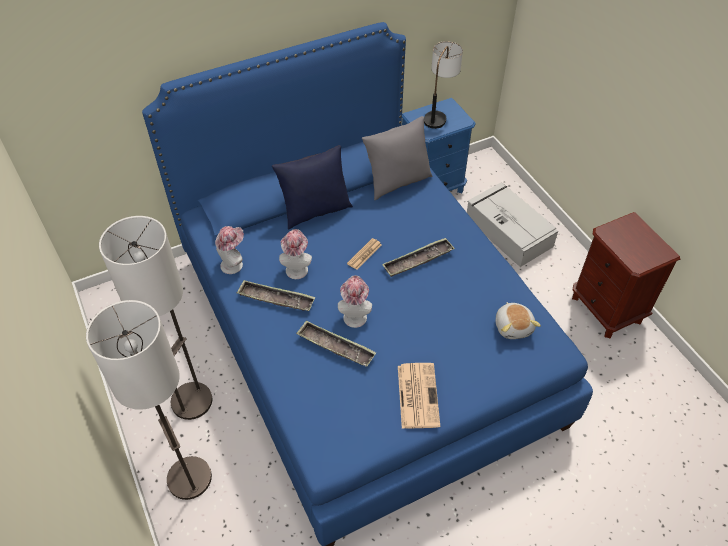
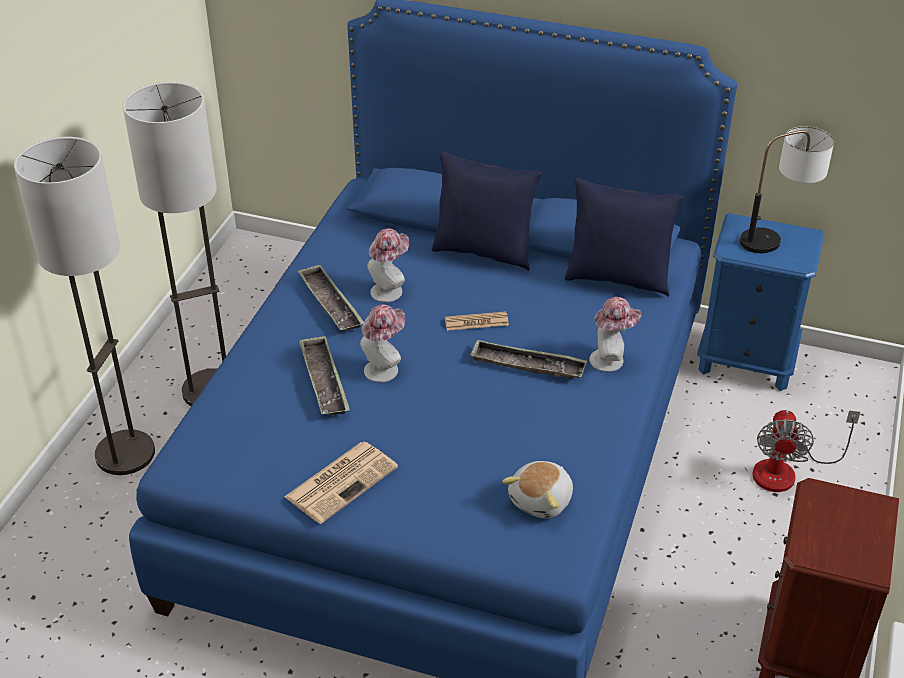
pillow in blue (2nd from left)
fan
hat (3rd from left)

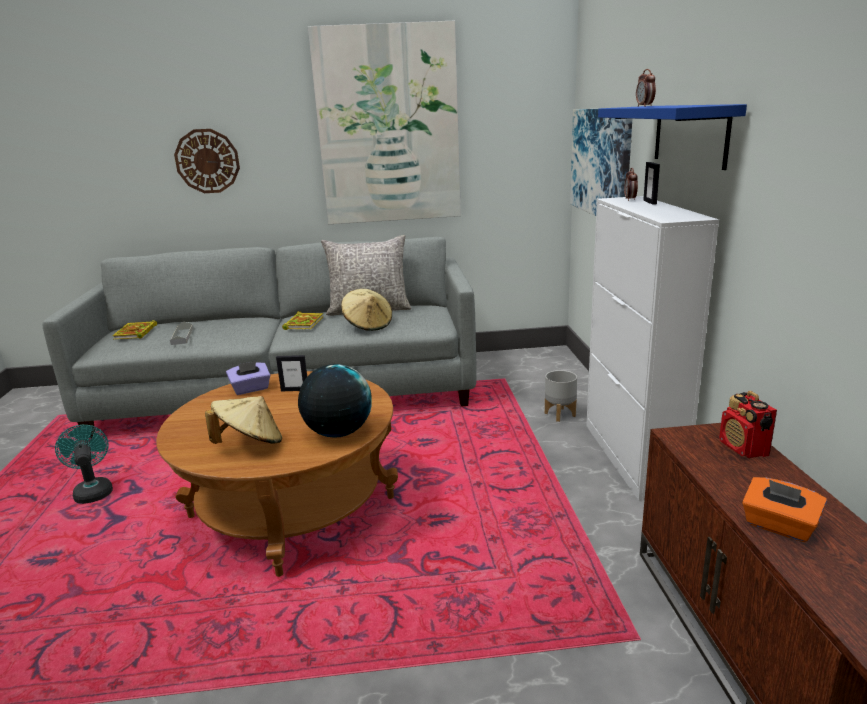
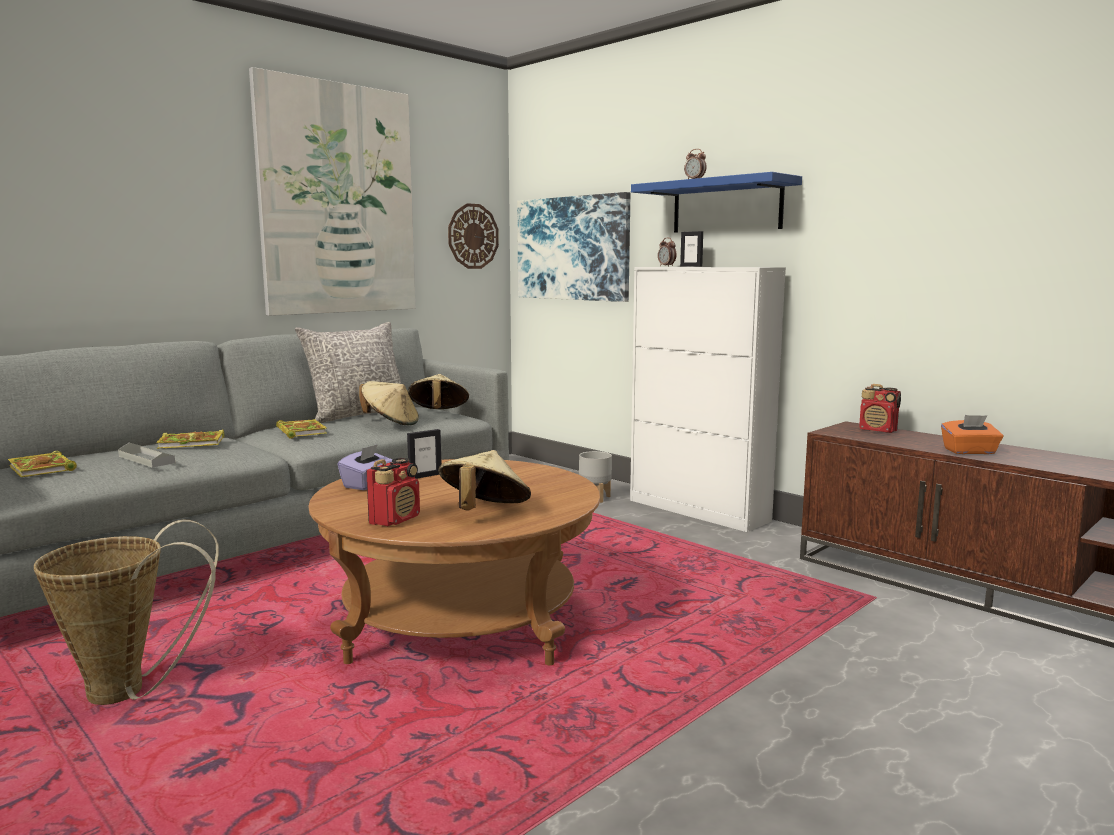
wall clock
globe
basket
hat in beige (2nd from left)
book (2nd from left)
radio (1st from left)

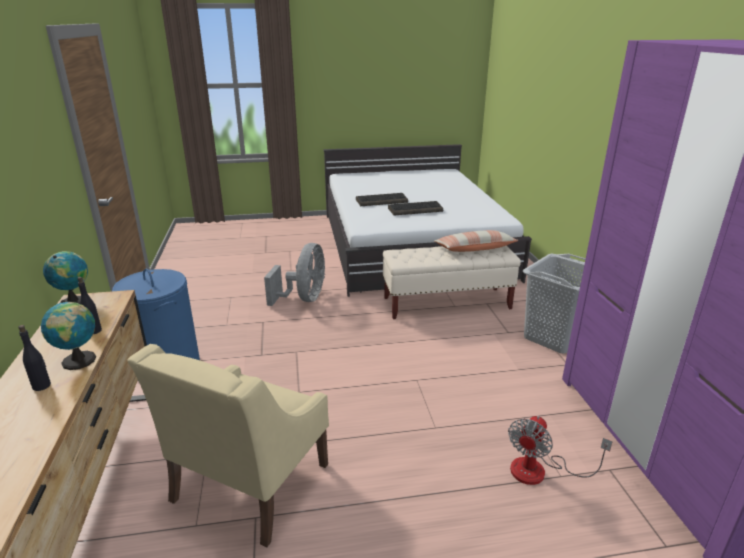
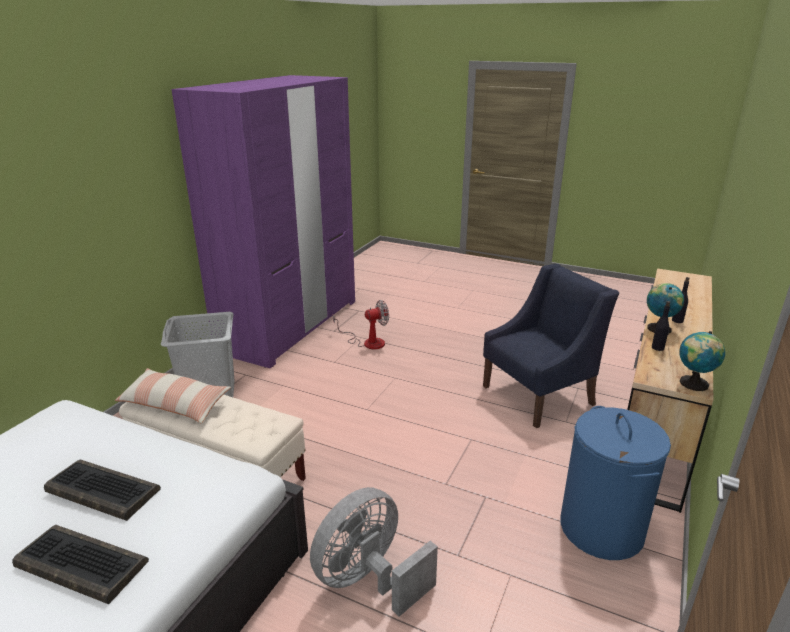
armchair in blue

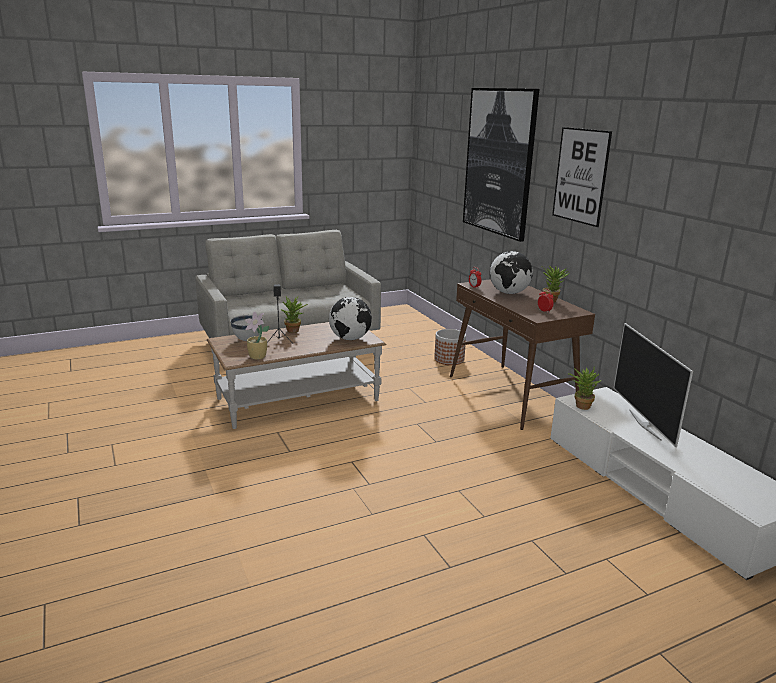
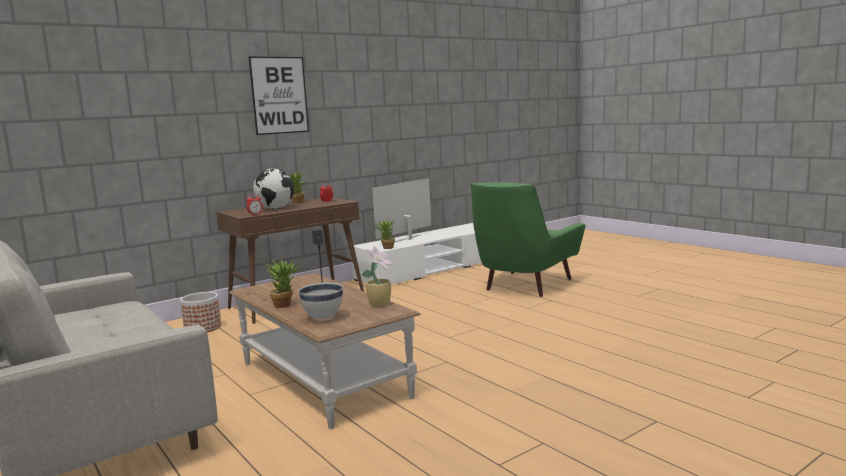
picture (1st from left in the first image)
globe (1st from left in the first image)
television
armchair in green

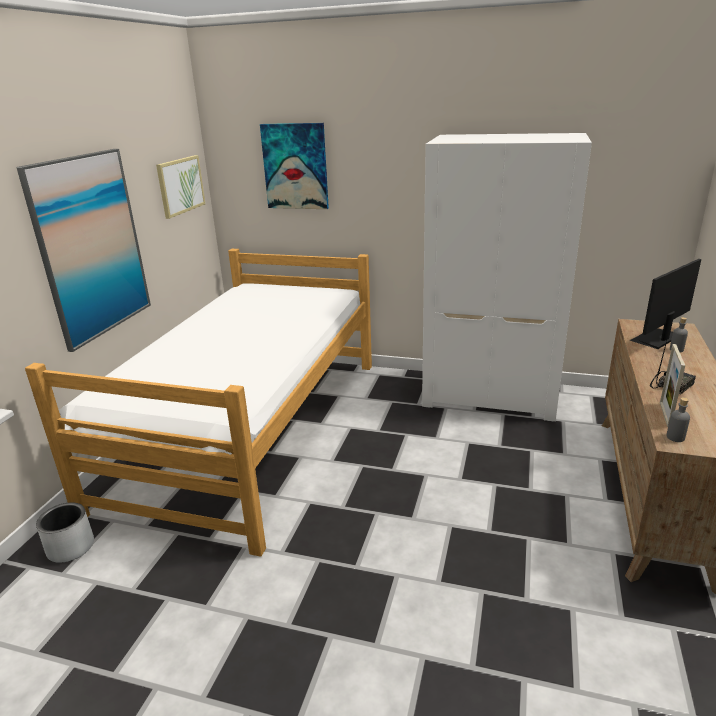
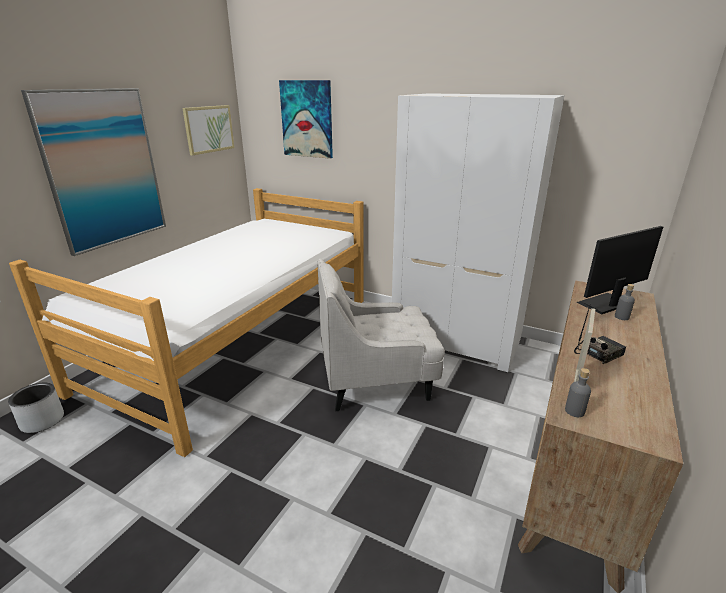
armchair in white

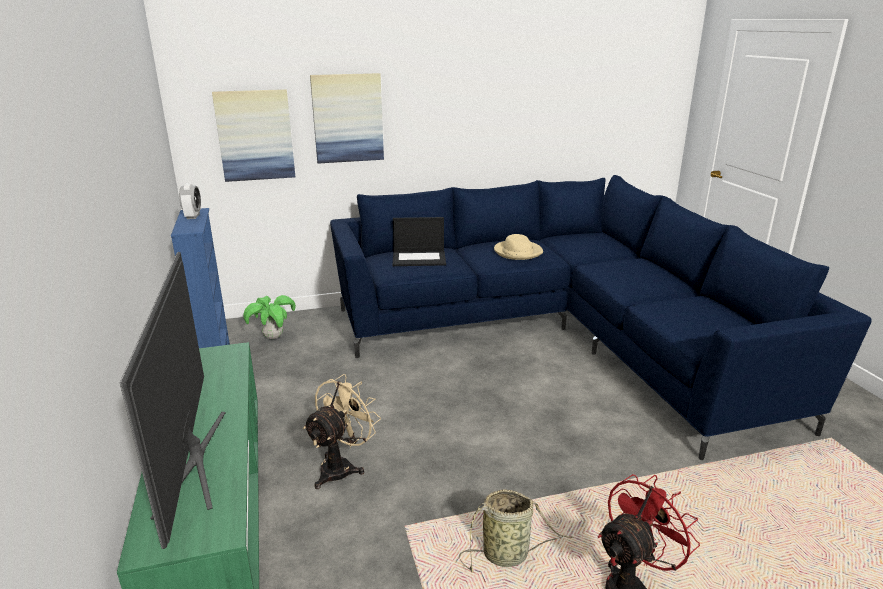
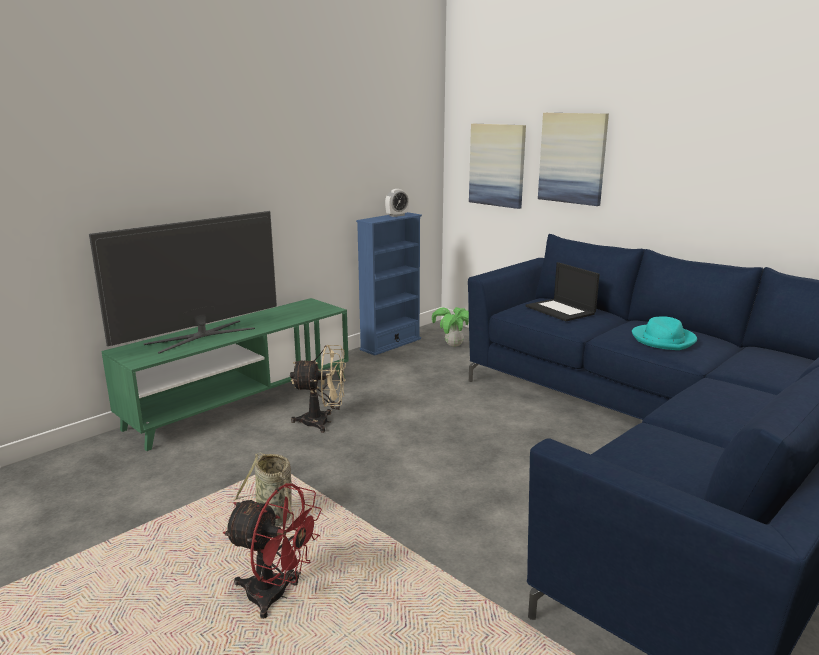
hat in turquoise

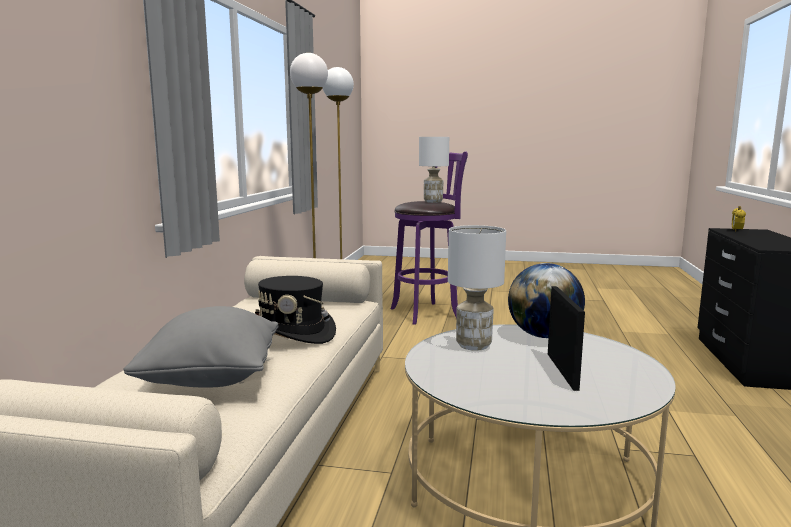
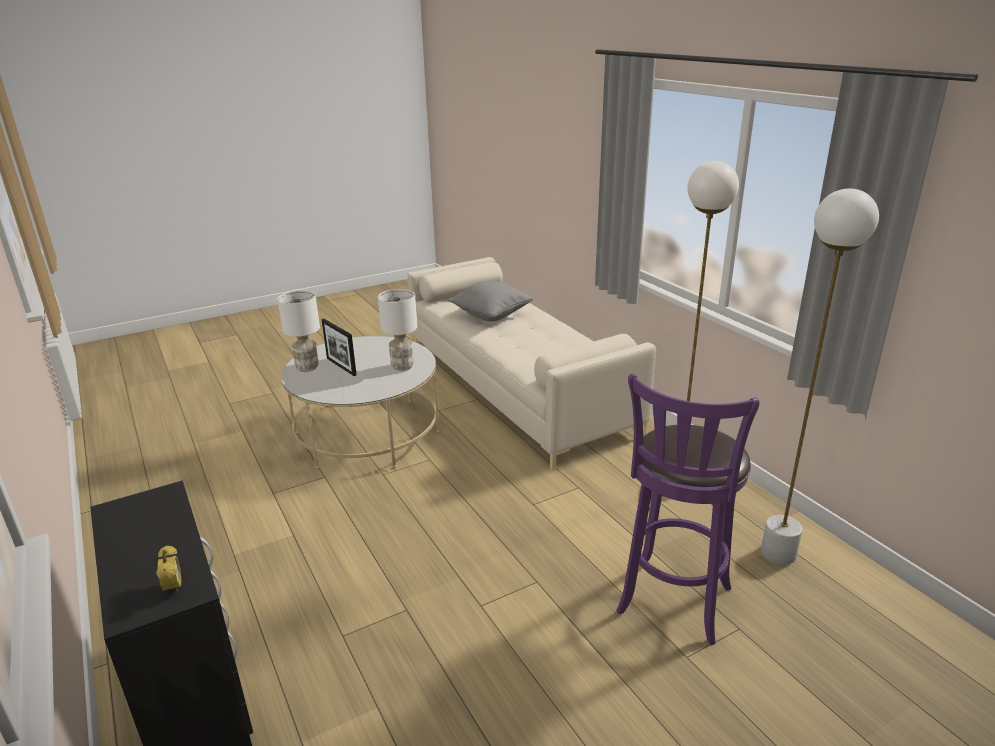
table lamp in white (1st from left)
globe
hat in black

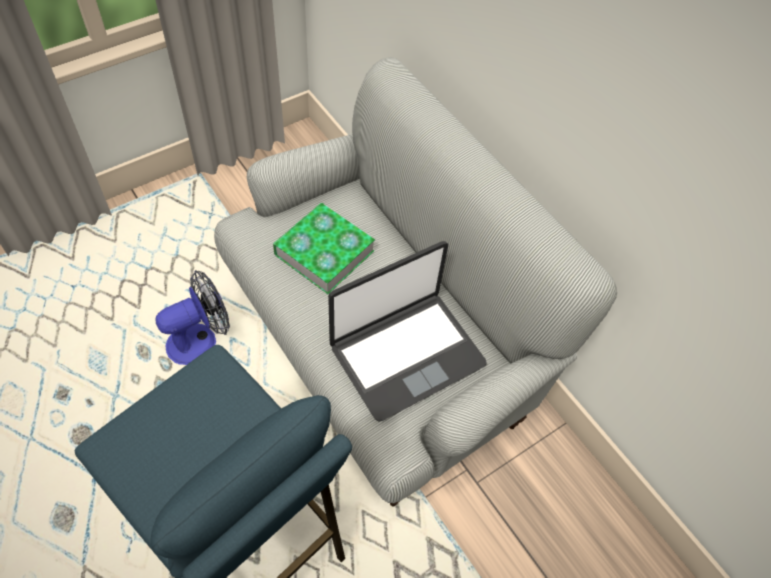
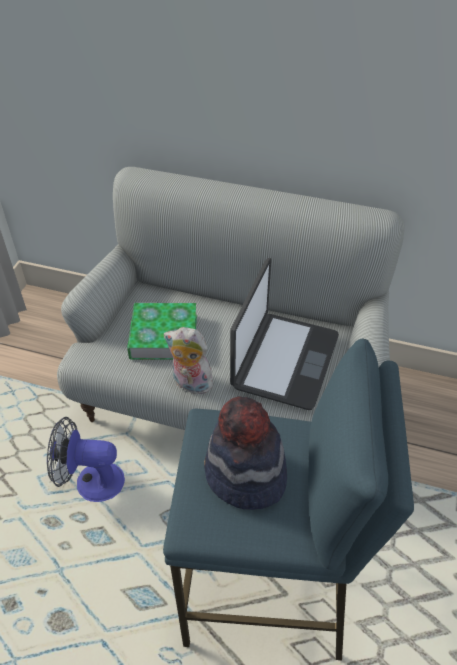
fan
plush toy
hat

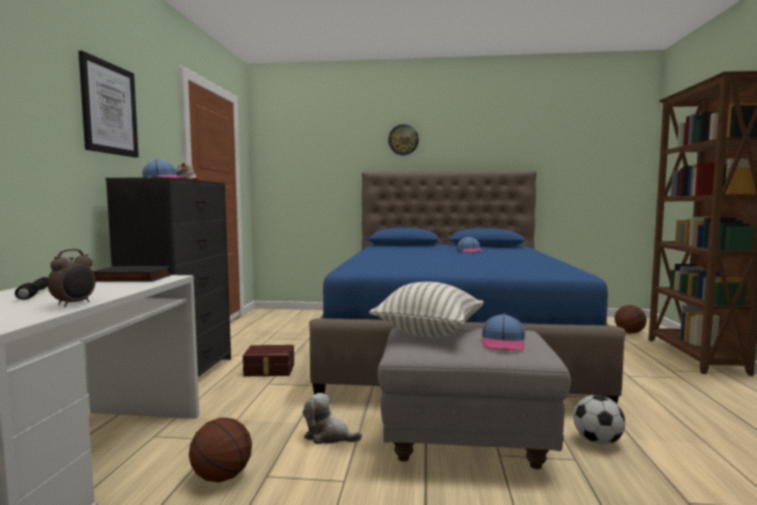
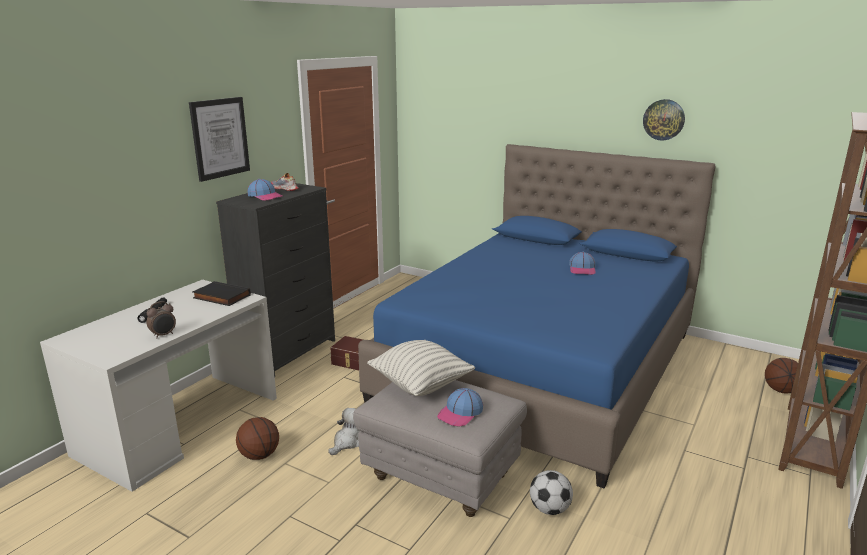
wall clock
plush toy

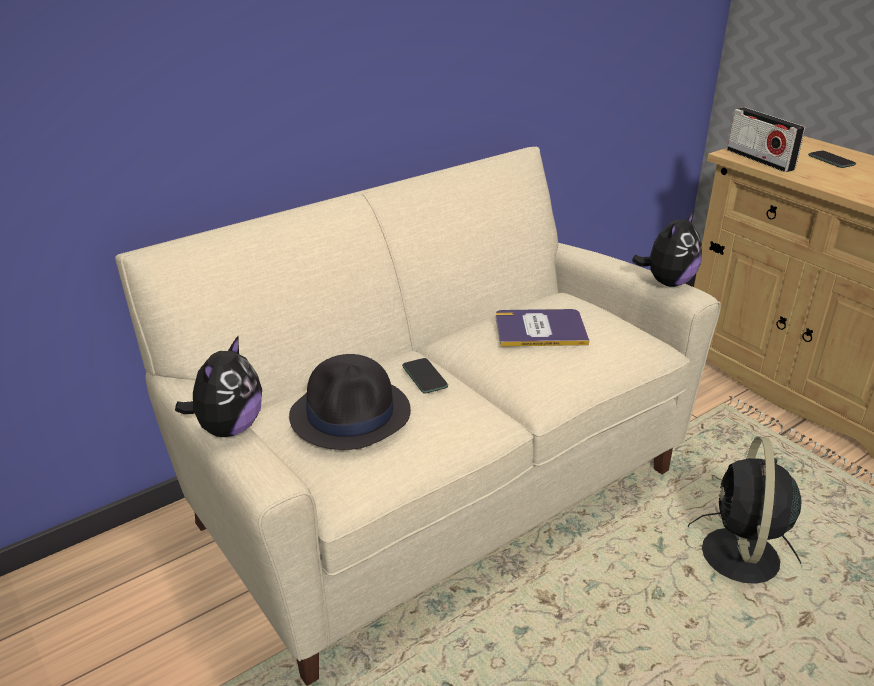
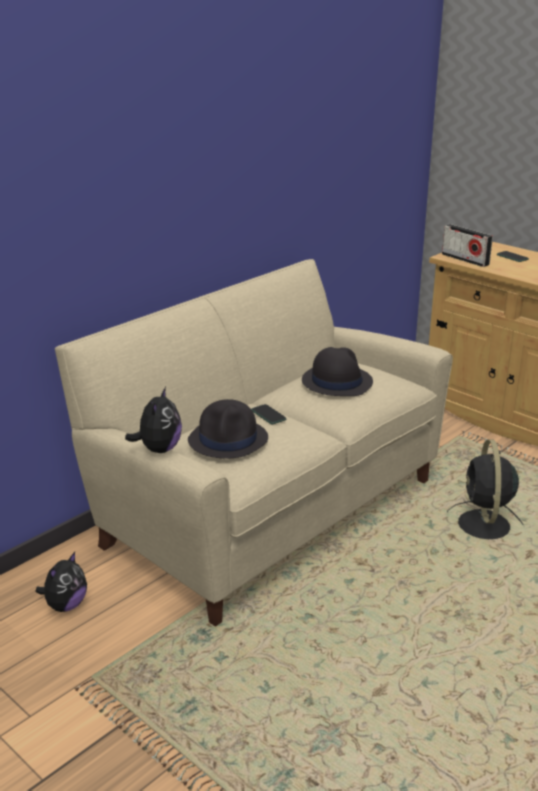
plush toy (1st from left)
hat in black (2nd from left)

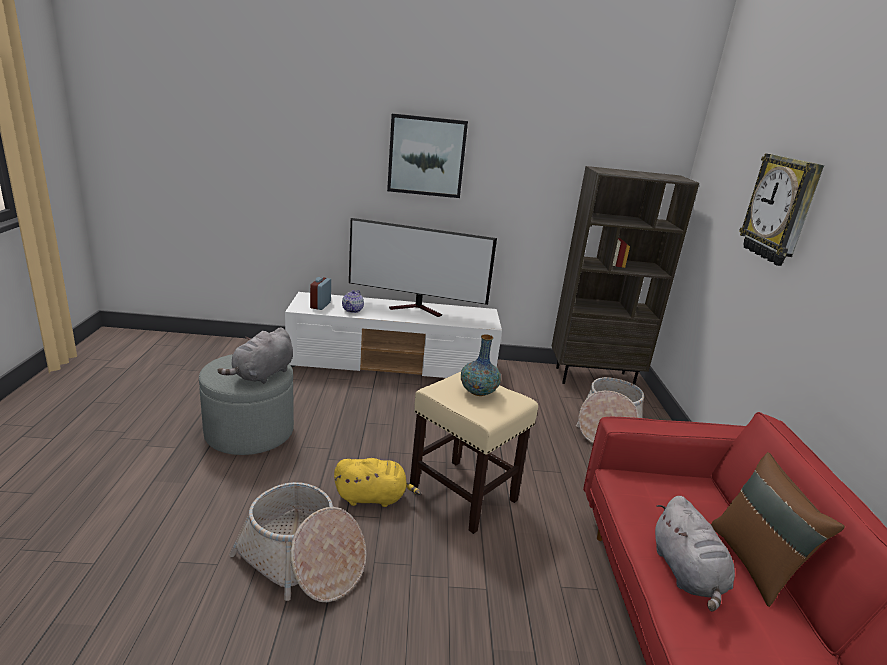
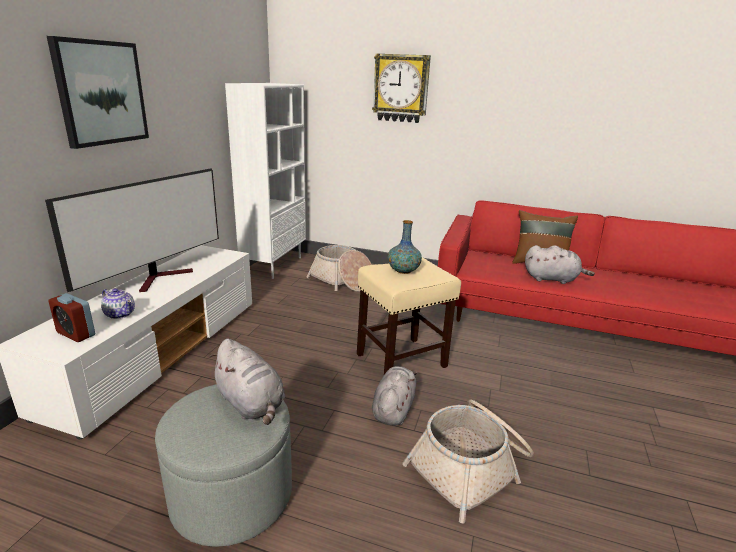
bookcase in white
plush toy in grey (2nd from left)

